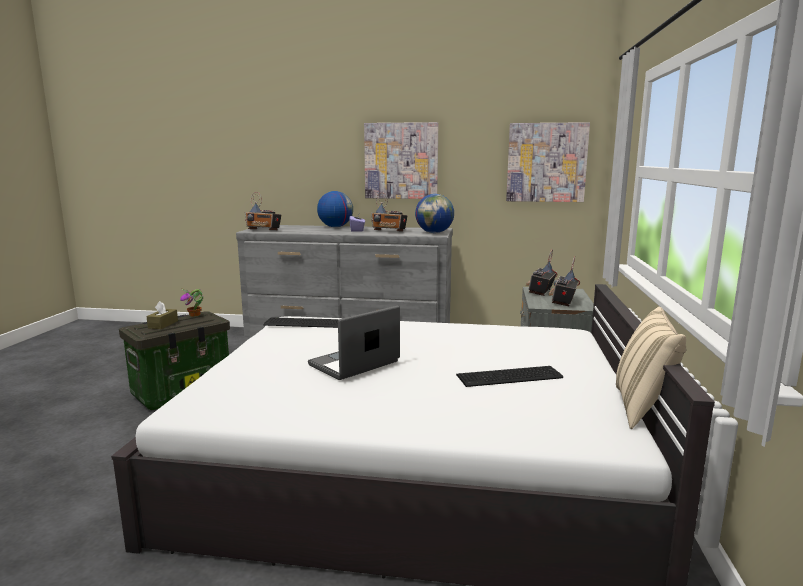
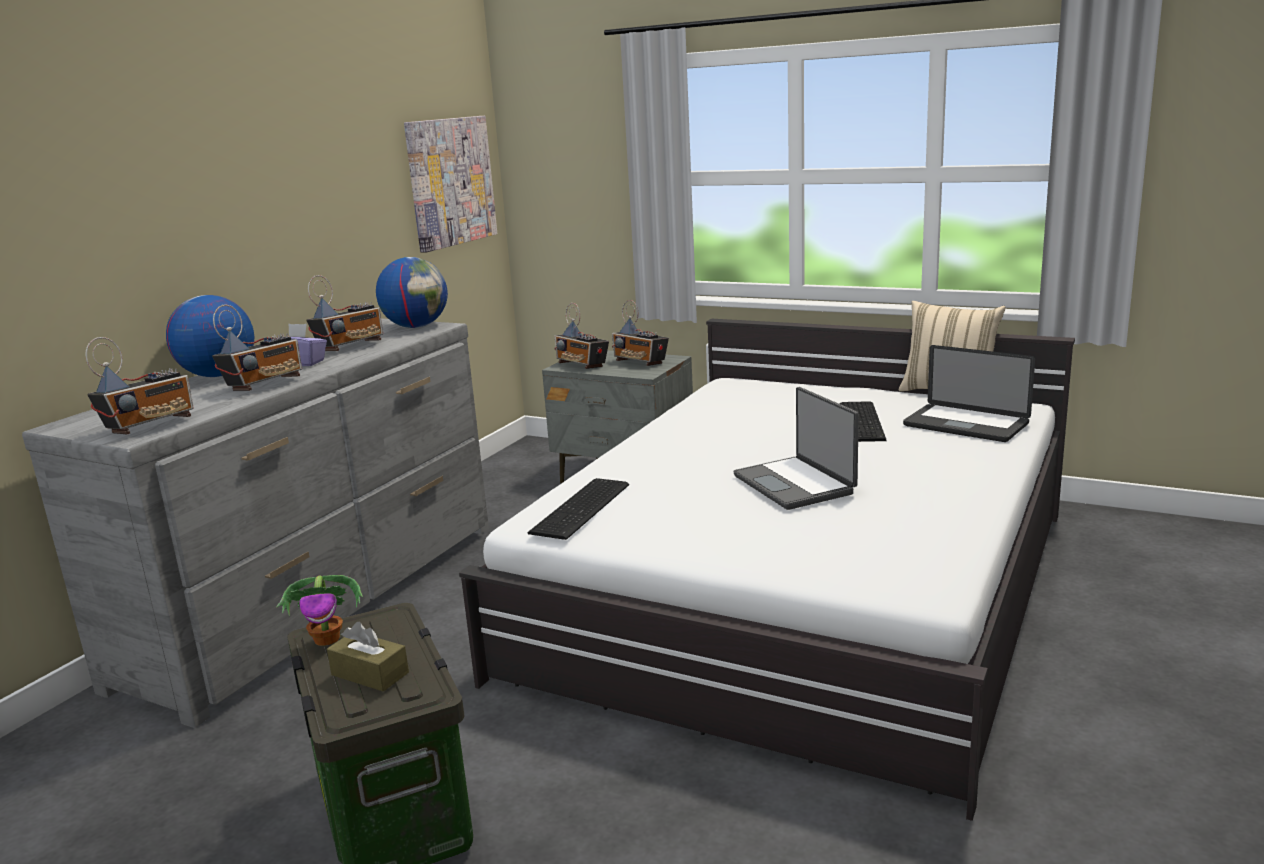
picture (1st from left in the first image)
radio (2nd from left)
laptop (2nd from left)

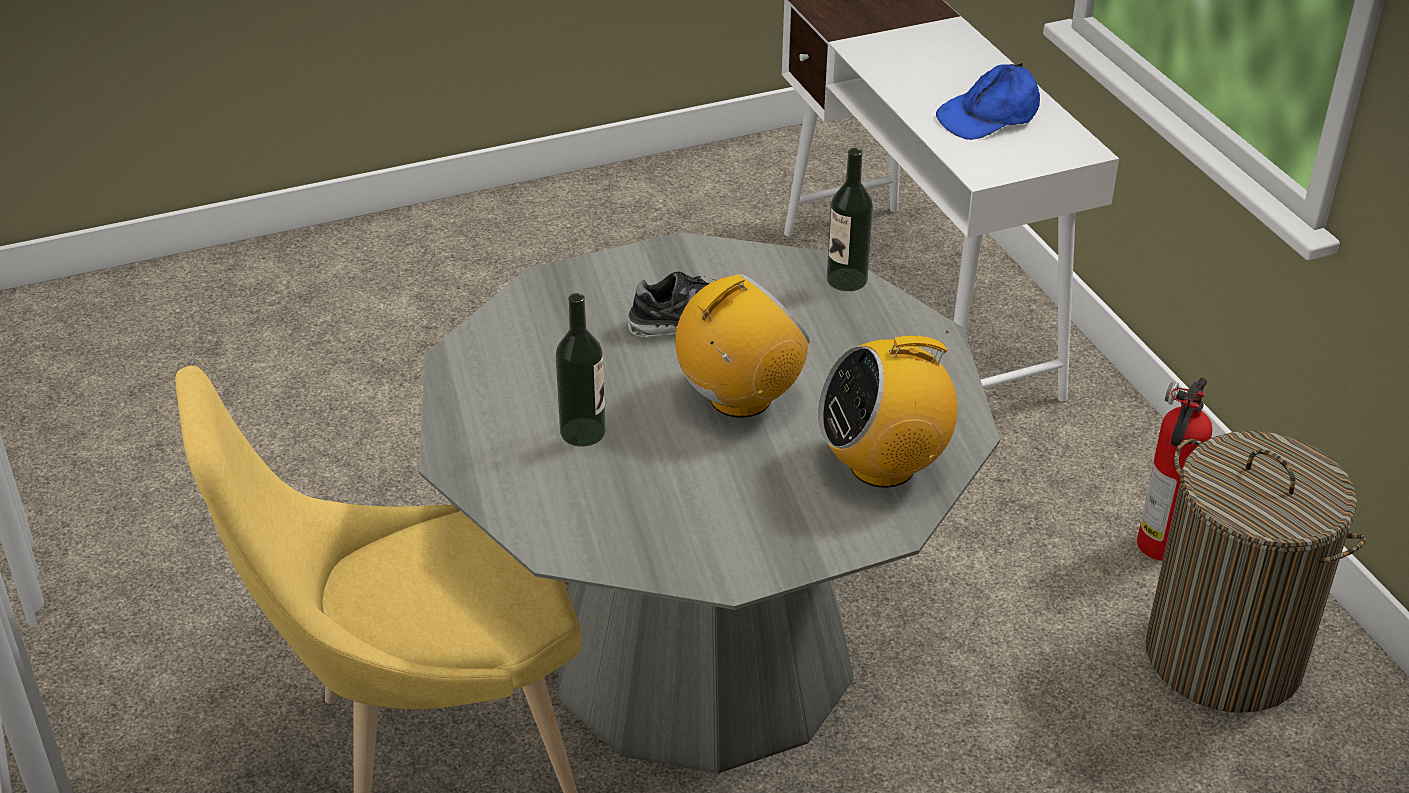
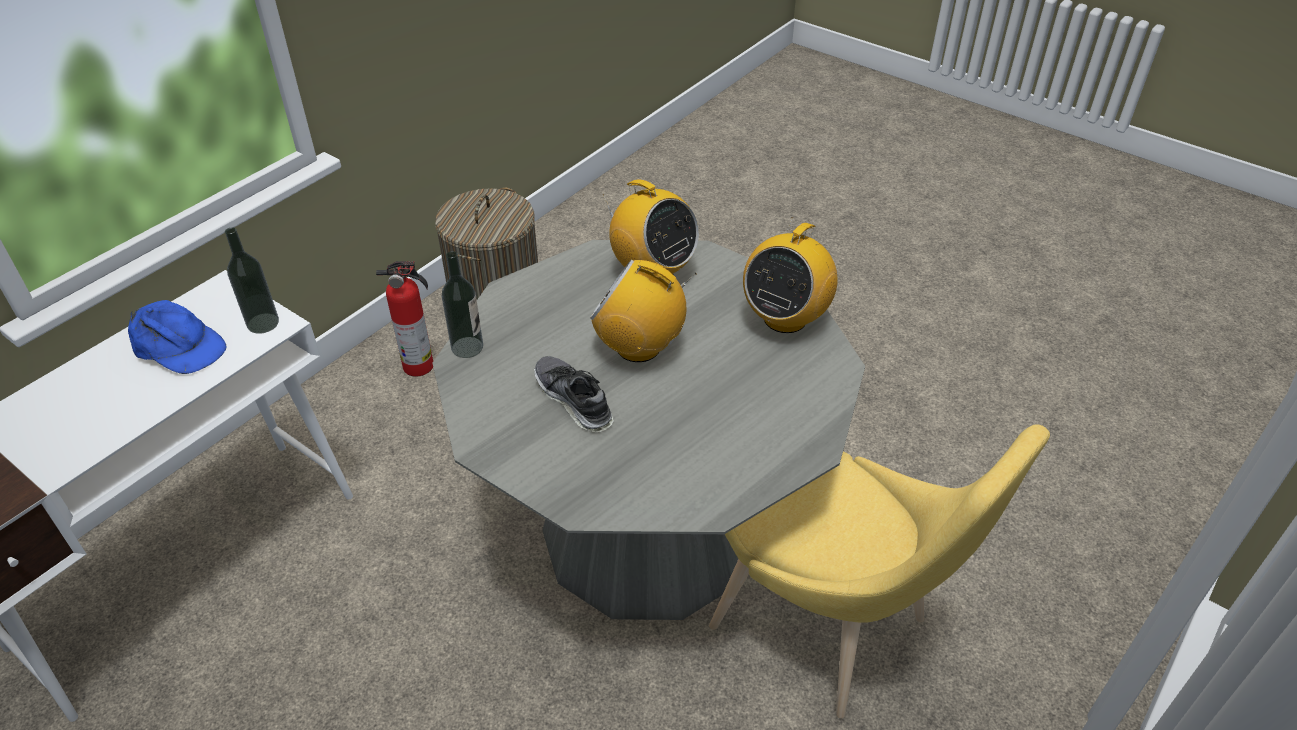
bottle (1st from left)
radio (3rd from left)

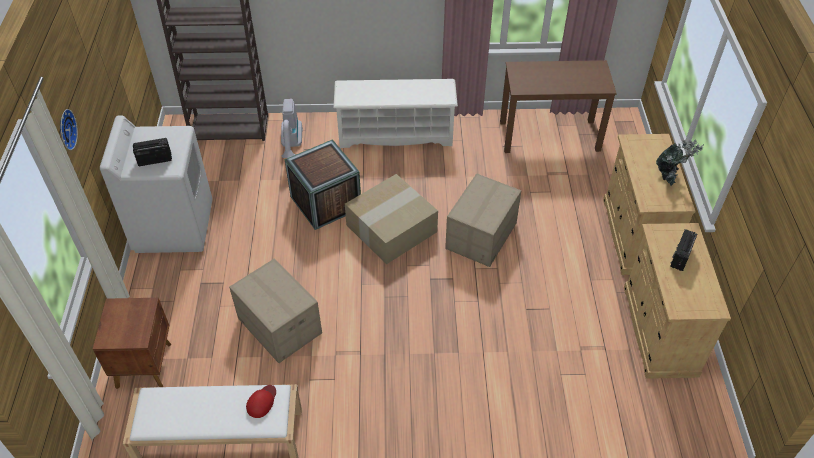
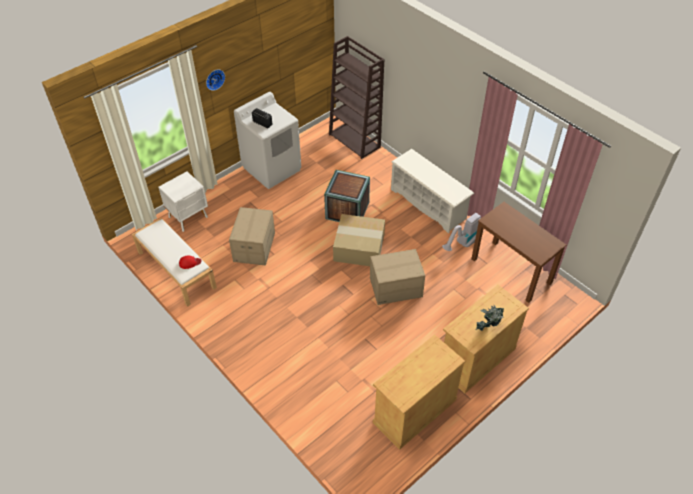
vacuum cleaner
radio (2nd from left in the first image)
nightstand in white

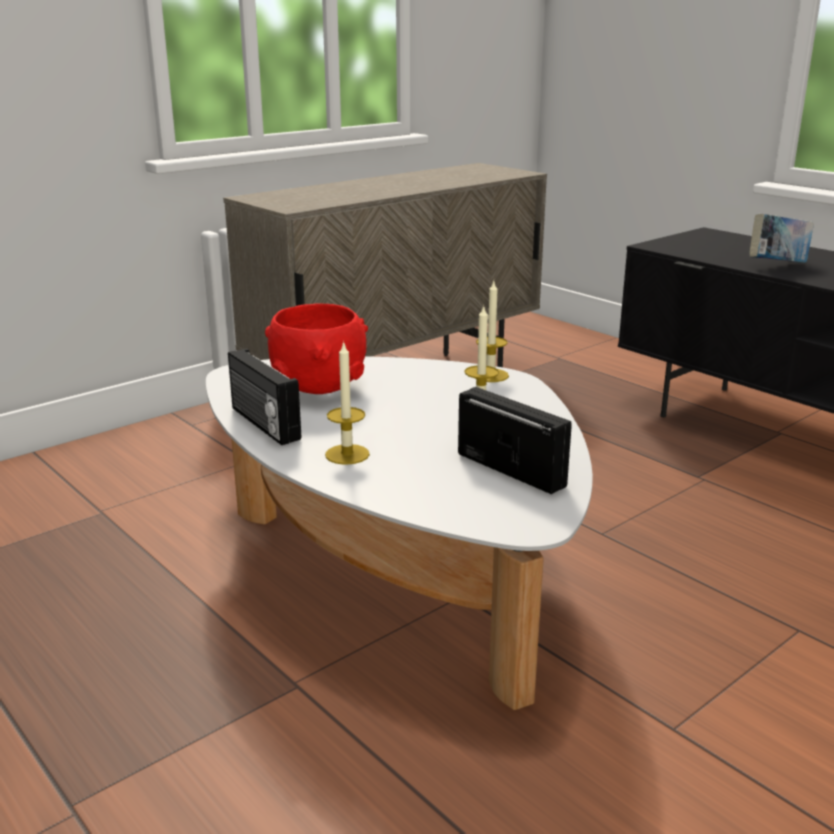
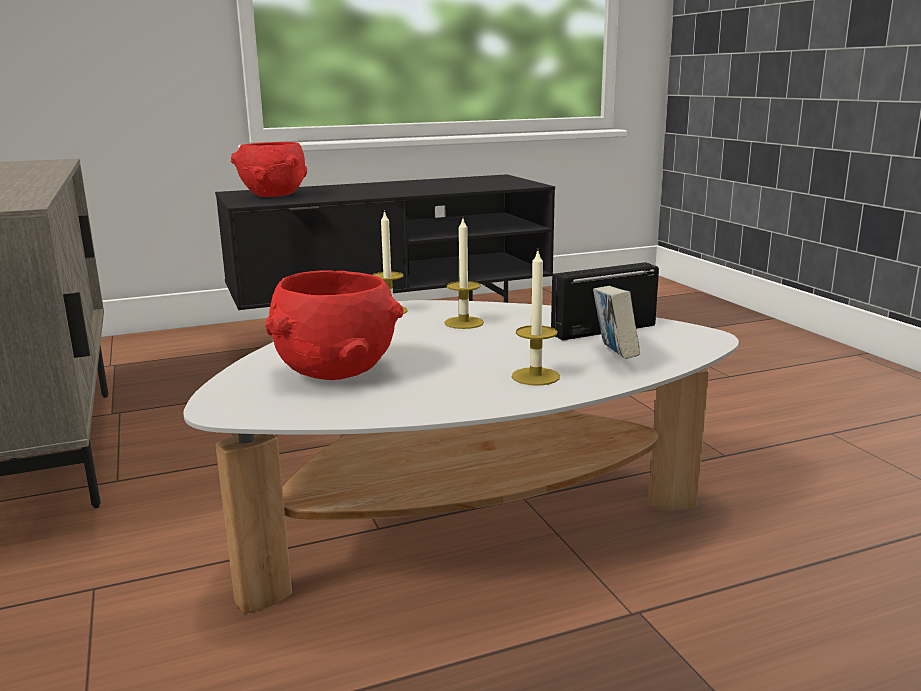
book
radio (1st from left in the first image)
bowl in red (1st from left)

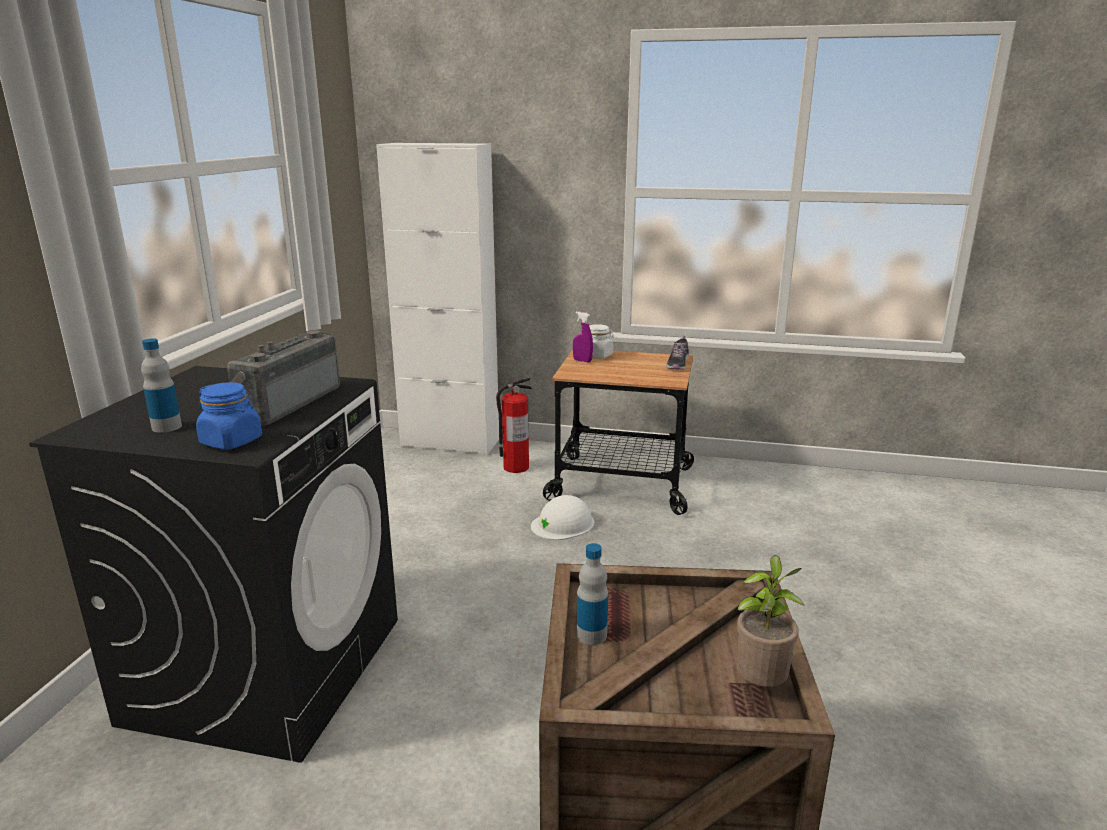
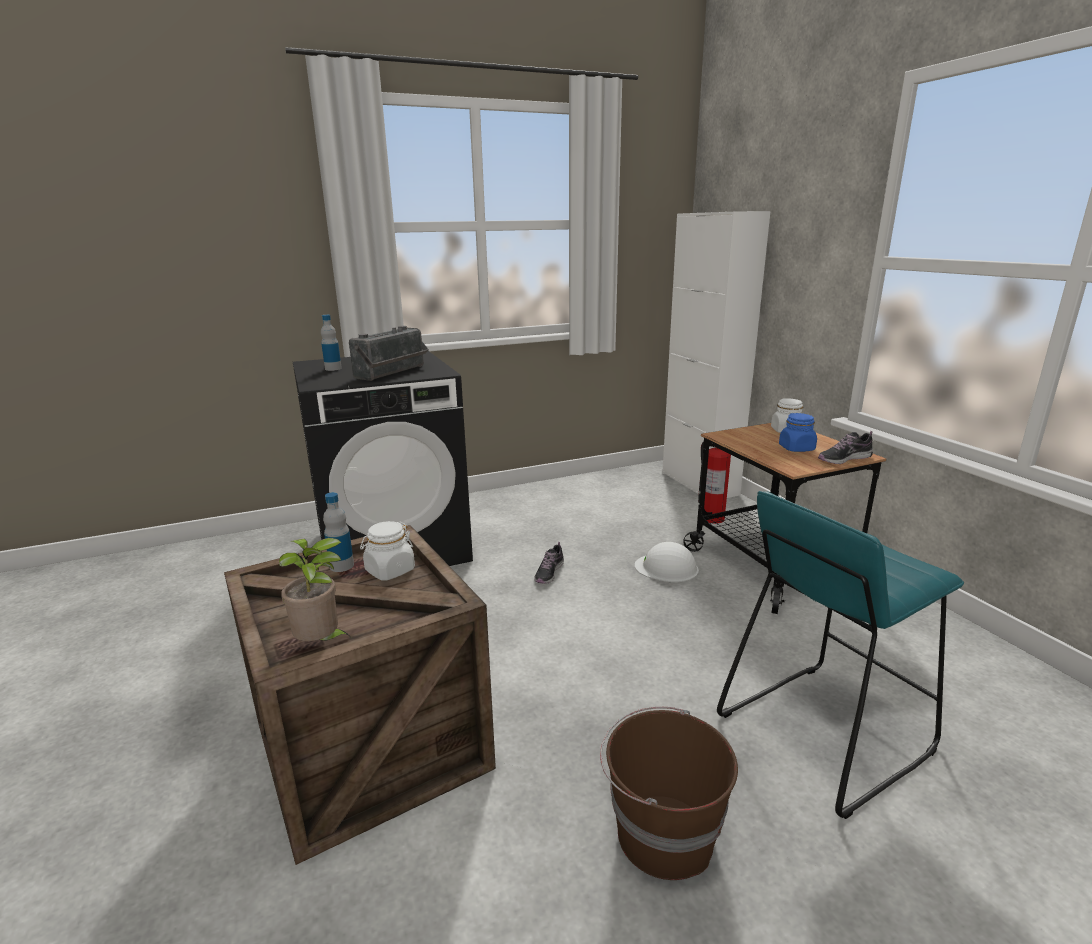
spray bottle in purple
radio
jar in blue
stool in turquoise
jar in white (1st from left)
shoe (1st from left)
bucket in brown

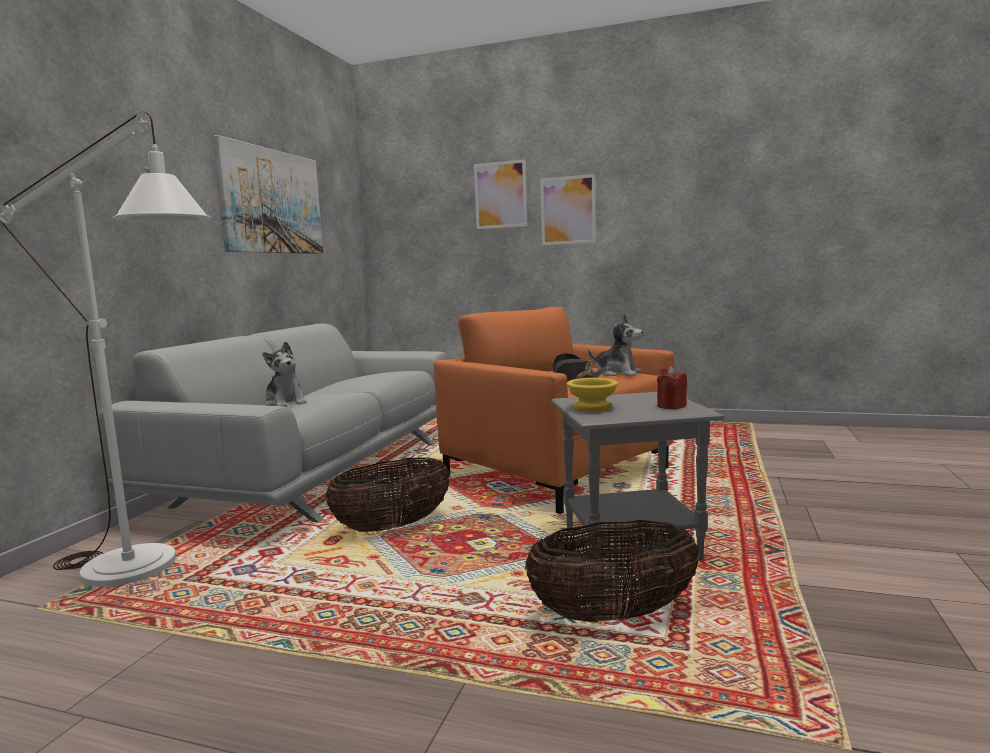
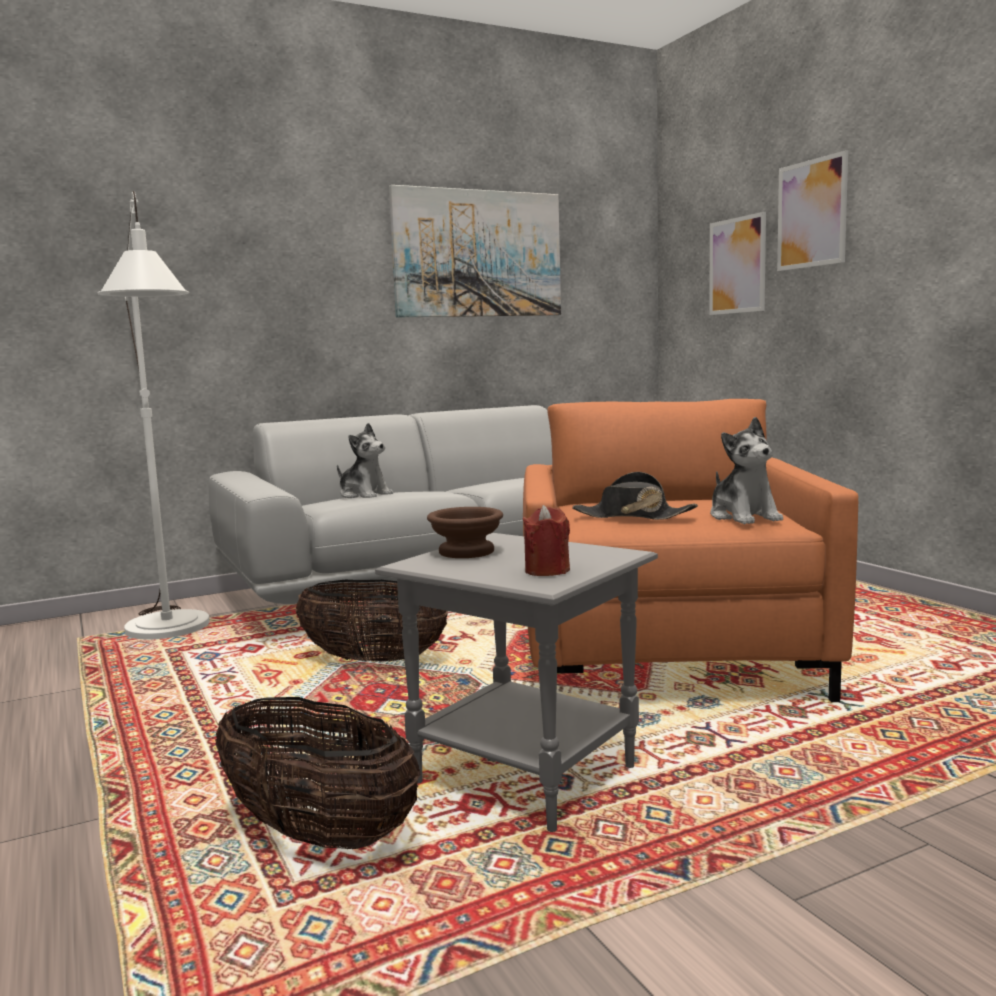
picture (2nd from left)
plush toy (1st from left)
bowl in brown

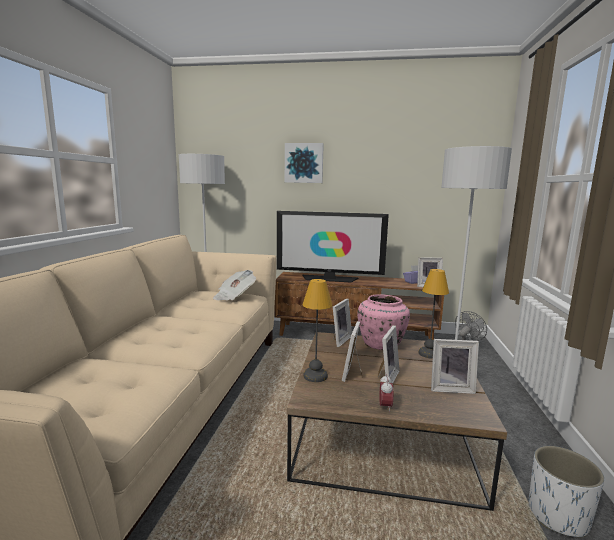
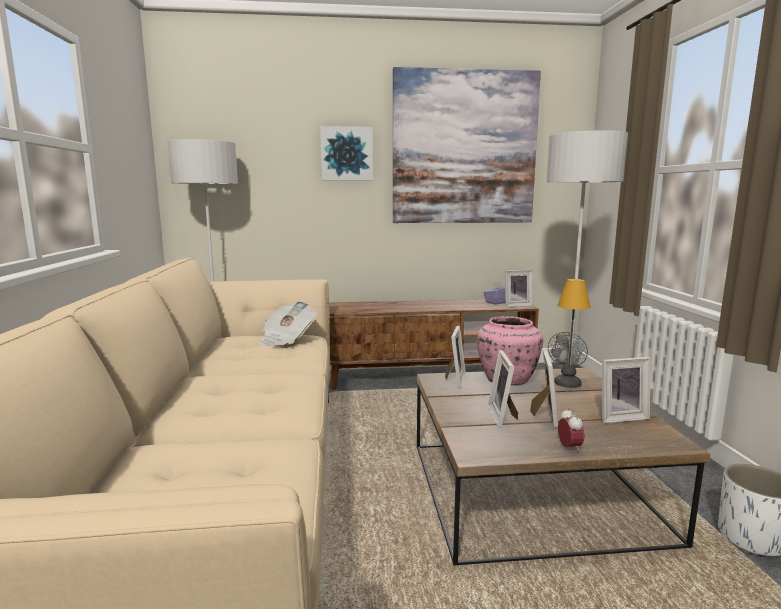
television
table lamp (1st from left in the first image)
picture (2nd from left)

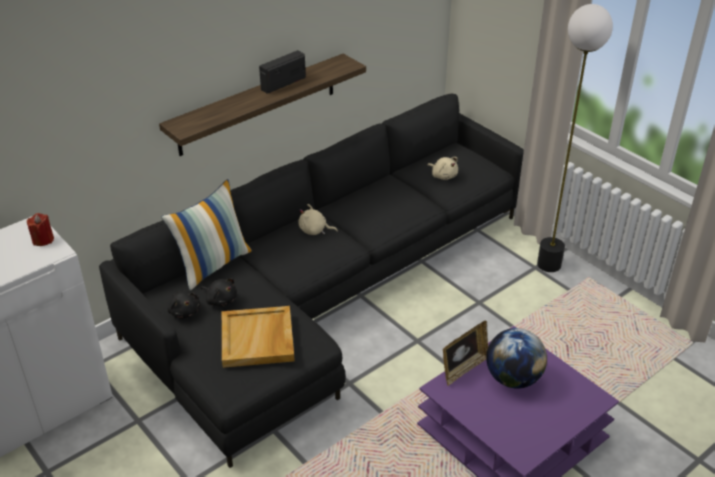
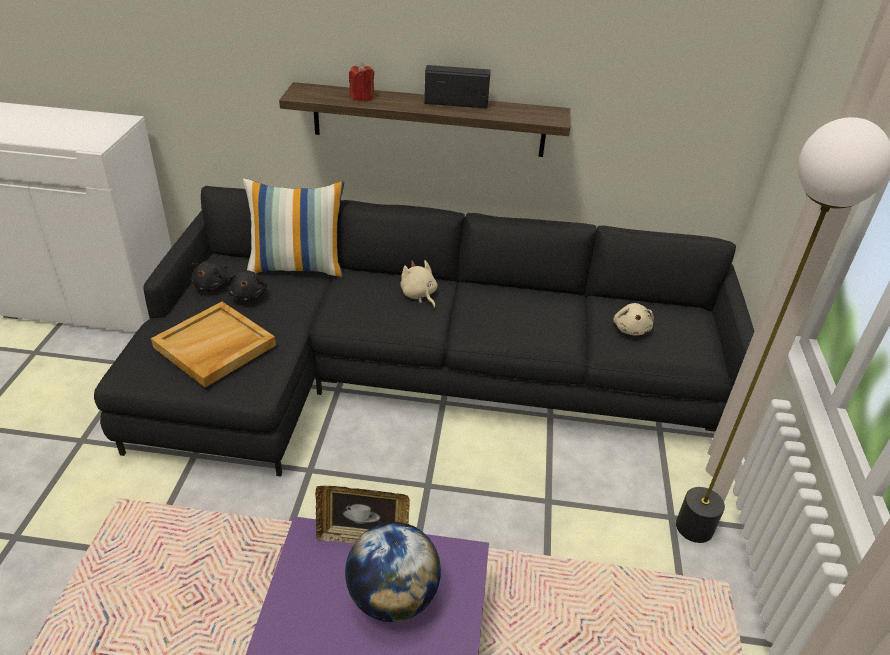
candle in red

